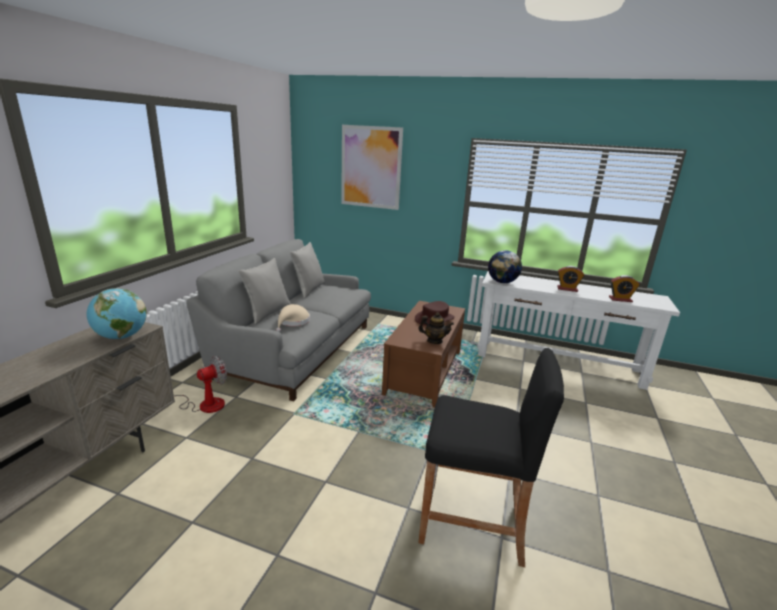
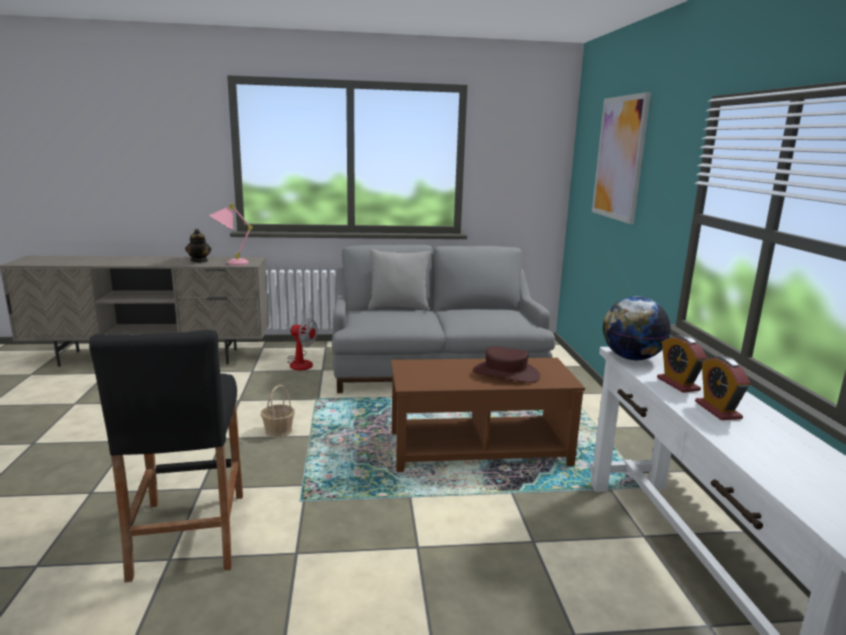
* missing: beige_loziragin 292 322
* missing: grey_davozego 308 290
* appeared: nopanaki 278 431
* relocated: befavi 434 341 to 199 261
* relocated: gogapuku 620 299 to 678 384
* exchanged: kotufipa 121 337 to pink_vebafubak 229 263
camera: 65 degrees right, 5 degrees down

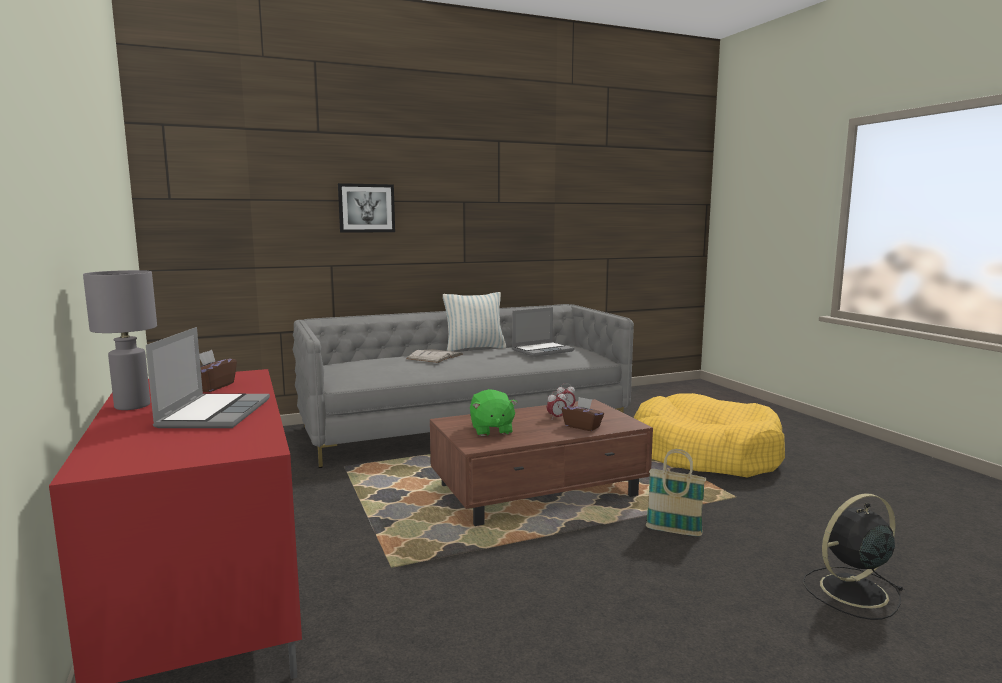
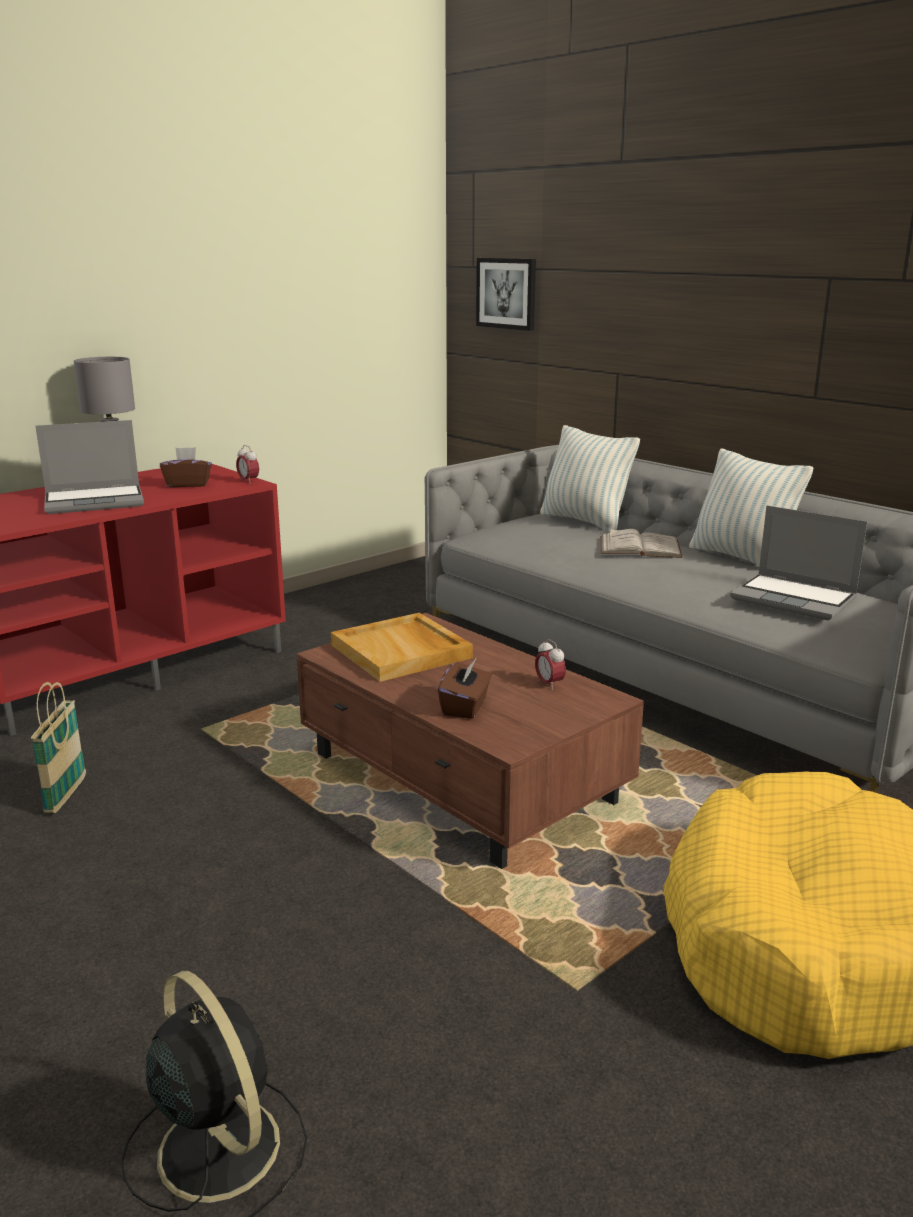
* appeared: davozego 585 521
* relocated: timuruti 366 208 to 507 293
* relocated: gogapuku 556 418 to 248 481
* relocated: nopanaki 673 531 to 66 795
* exchanged: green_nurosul 491 430 to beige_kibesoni 402 651
camera: 70 degrees right, 10 degrees up

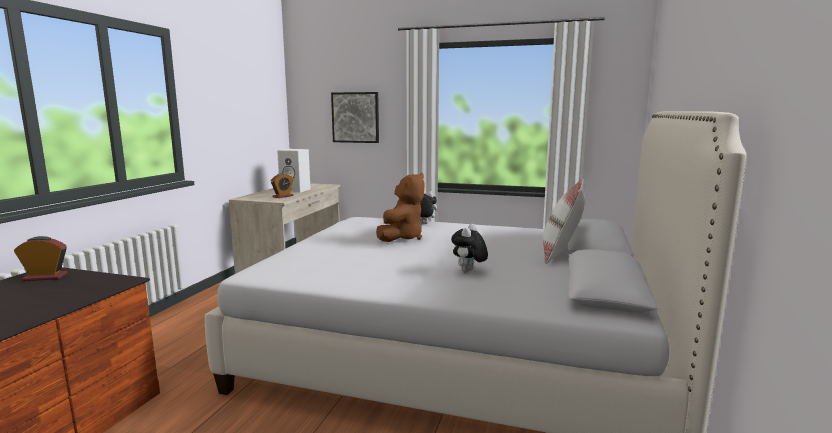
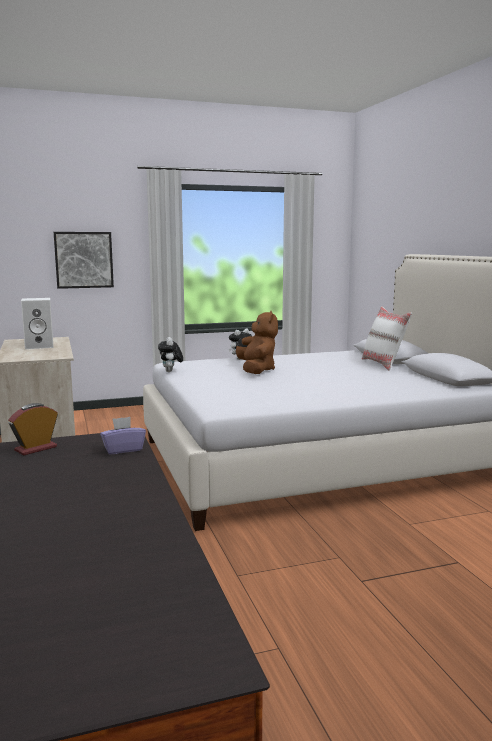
* missing: gogapuku 283 196
* appeared: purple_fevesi 123 449
* relocated: nurosul 468 272 to 171 371
camera: 35 degrees left, 0 degrees up

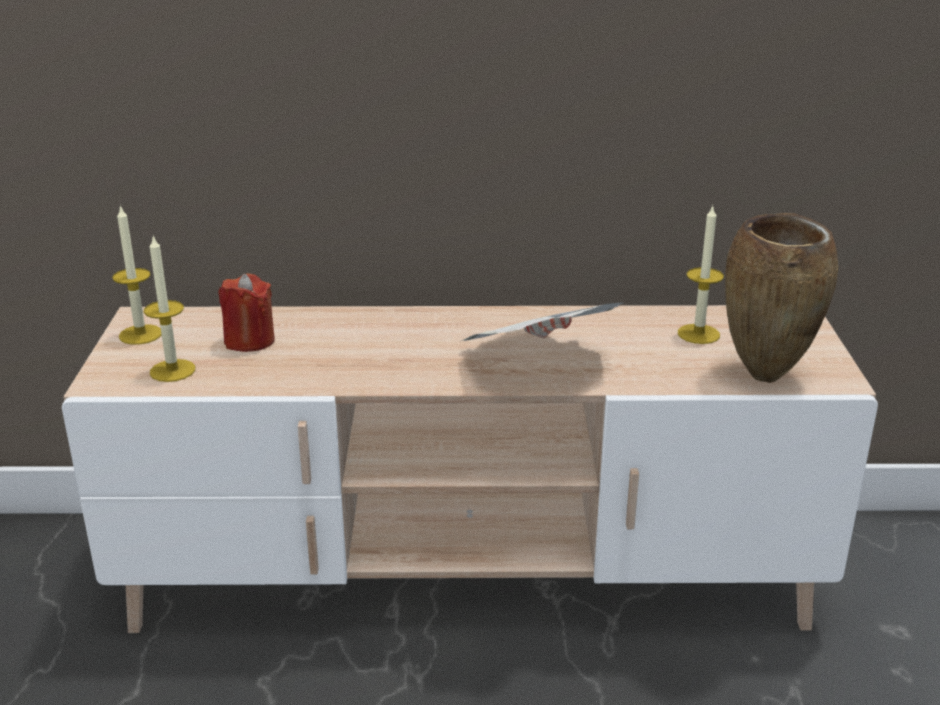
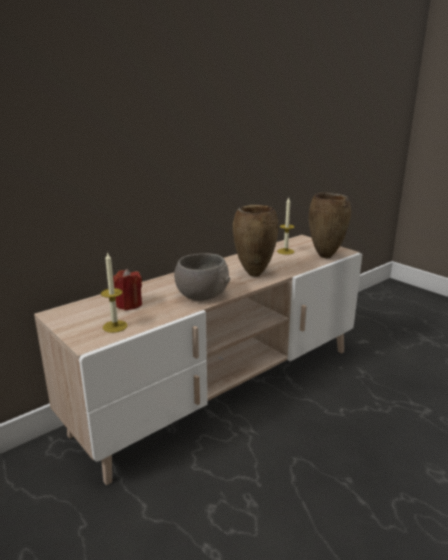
* missing: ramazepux 140 334
* appeared: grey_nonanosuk 202 294
* exchanged: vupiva 537 361 to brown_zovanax 253 274
camera: 40 degrees left, 5 degrees down

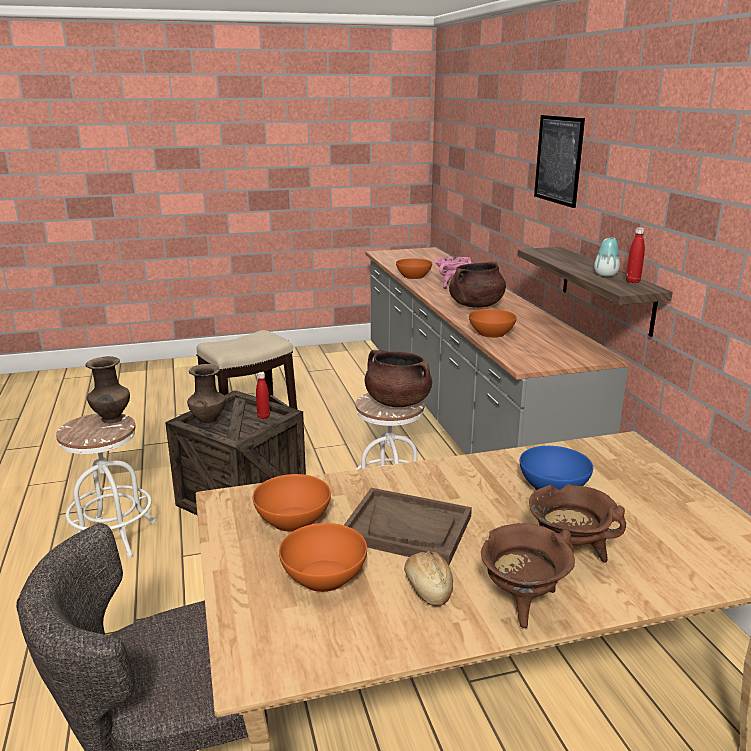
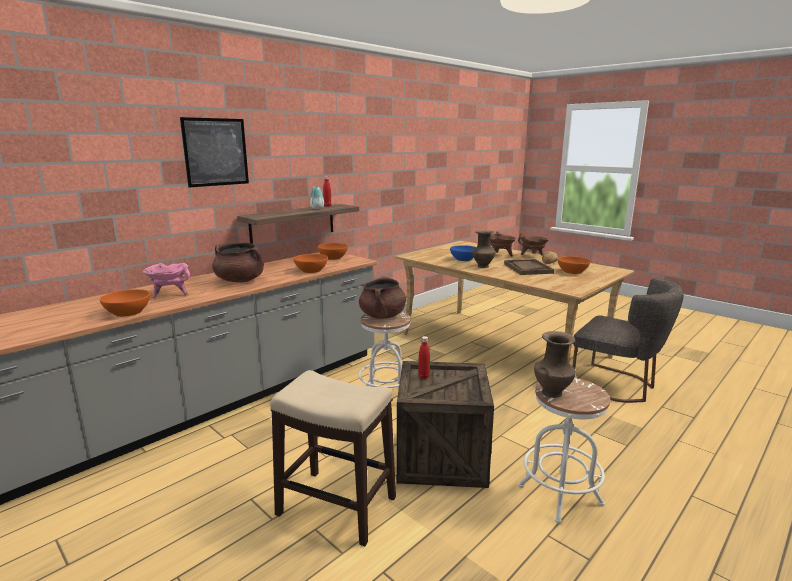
* relocated: brown_zovanax 208 422 to 482 266
* relocated: orange_nonanosuk 292 519 to 333 257
camera: 120 degrees left, 5 degrees down

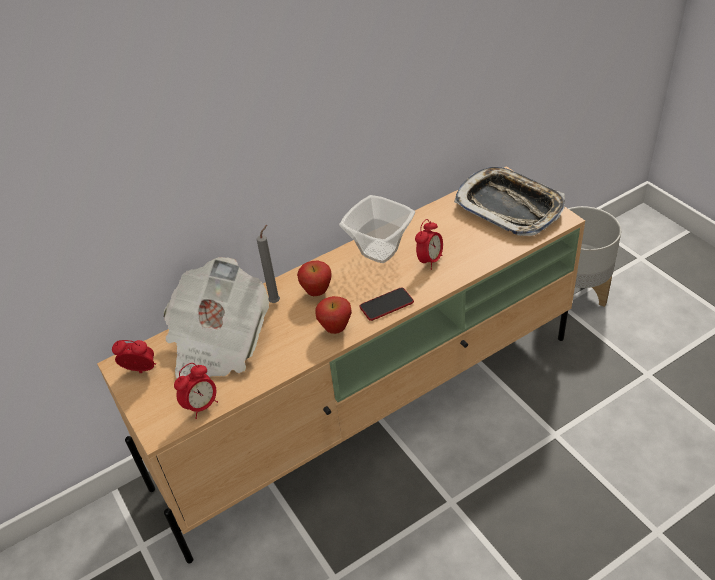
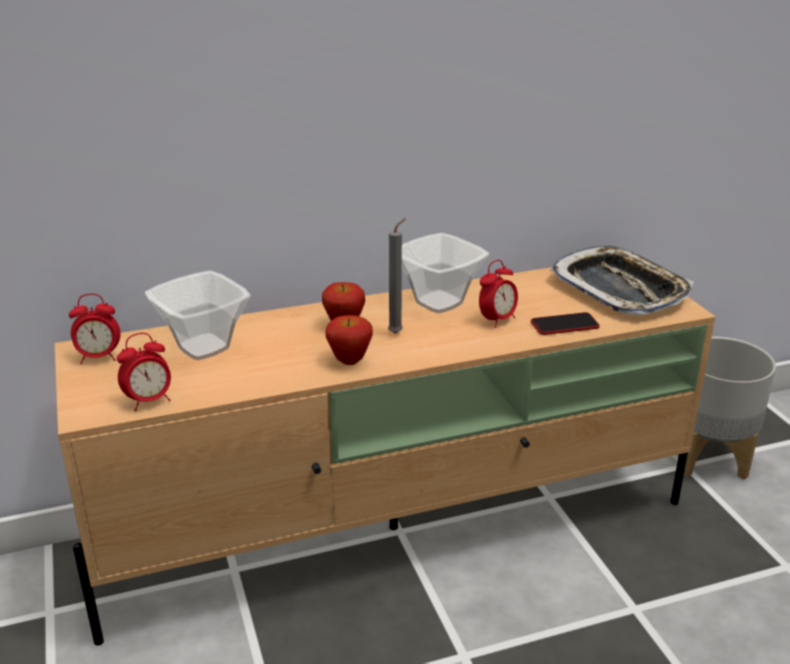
* relocated: grey_ramazepux 276 301 to 397 333
* relocated: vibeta 386 305 to 564 325
* exchanged: vupiva 218 342 to nonanosuk 202 349
* spun: gogapuku 141 371 = 99 358 150 degrees clockwise
camera: 10 degrees right, 15 degrees down

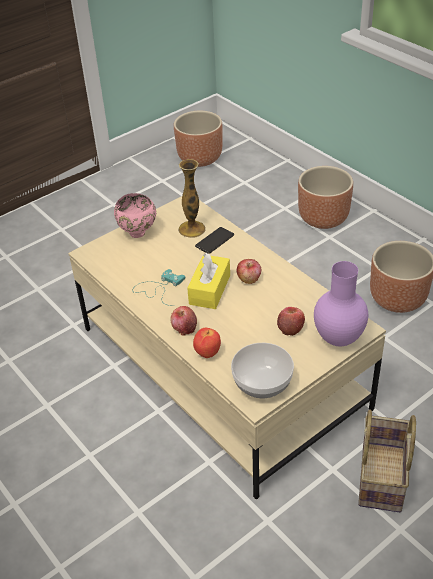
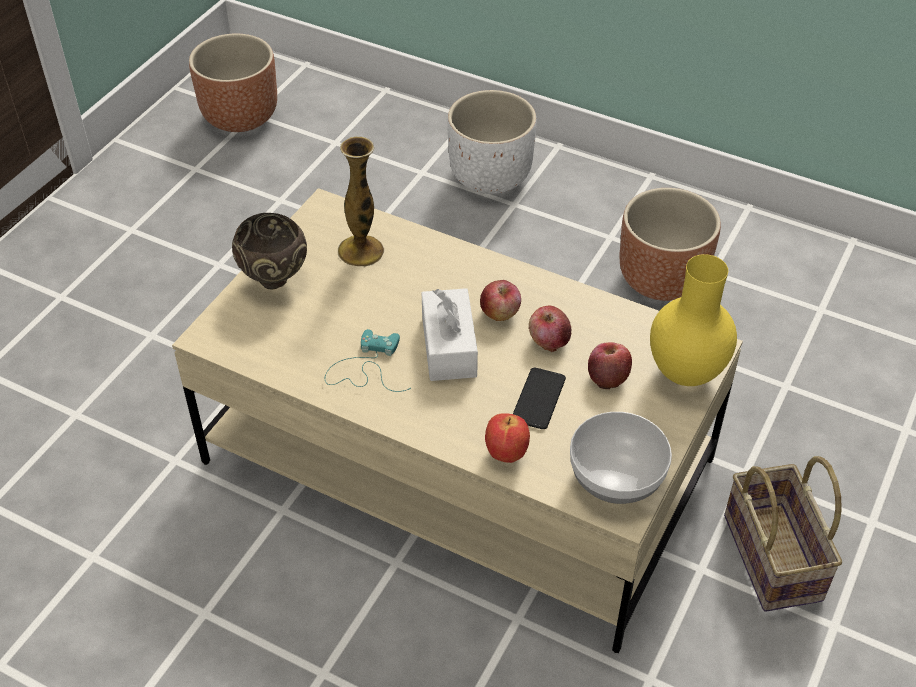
* relocated: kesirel 184 328 to 548 341
* relocated: vibeta 214 241 to 538 399
* colour: pink_nonanosuk 138 233 to brown_nonanosuk 275 280
* colour: yellow_fevesi 210 289 to white_fevesi 449 347
* colour: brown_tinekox 323 219 to white_tinekox 491 176
* colour: purple_zovanax 337 339 to yellow_zovanax 684 374
camera: 25 degrees left, 5 degrees up

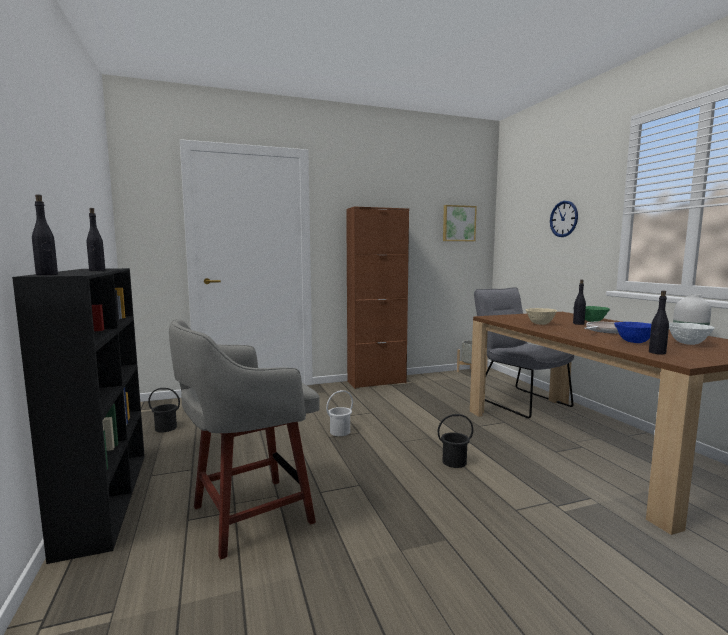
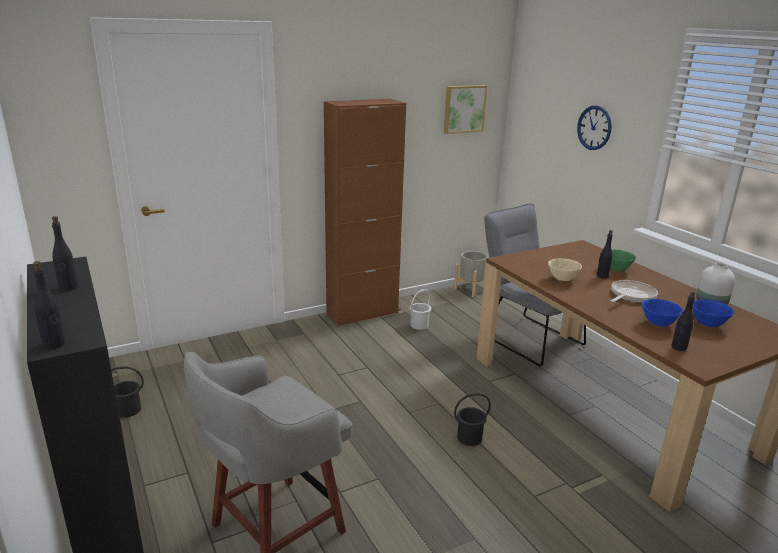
* relocated: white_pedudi 339 432 to 419 325
* colour: white_nonanosuk 688 344 to blue_nonanosuk 708 324
camera: 10 degrees left, 15 degrees up

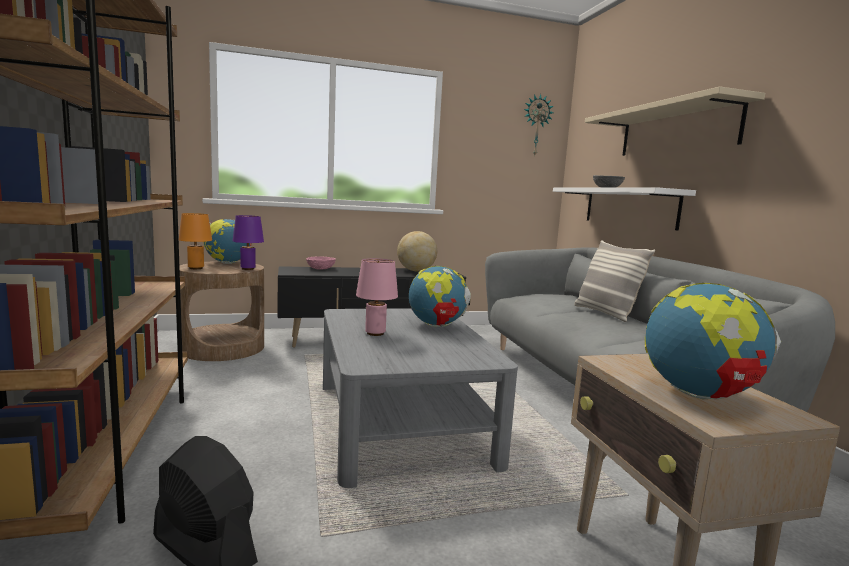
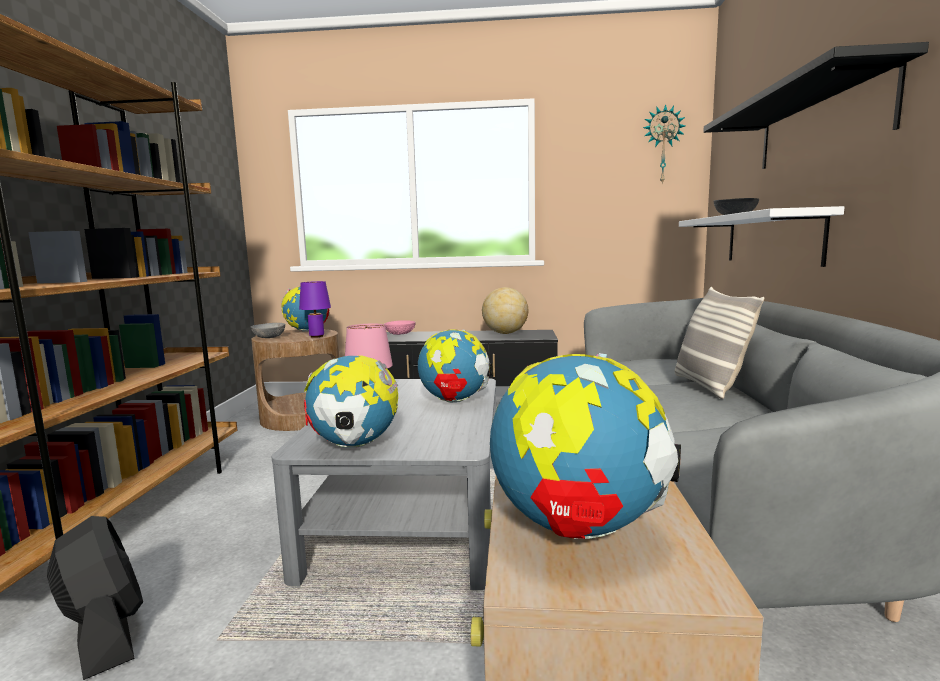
* appeared: kotufipa 354 445
* exchanged: orange_vebafubak 196 268 to grey_nonanosuk 269 337
* colour: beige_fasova 676 130 to black_fasova 819 123
camera: 20 degrees right, 0 degrees up

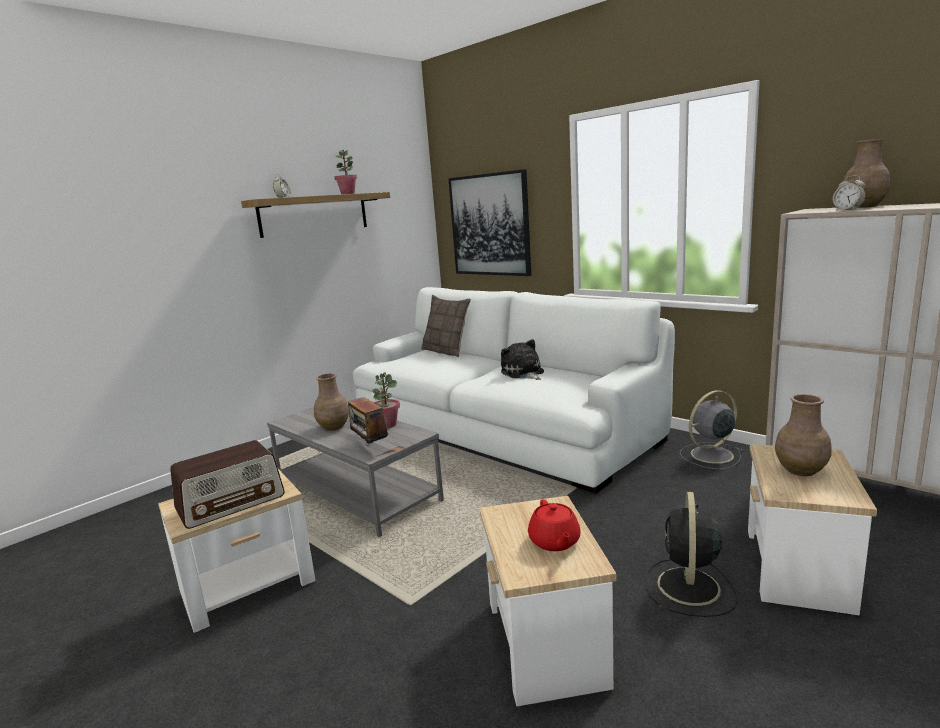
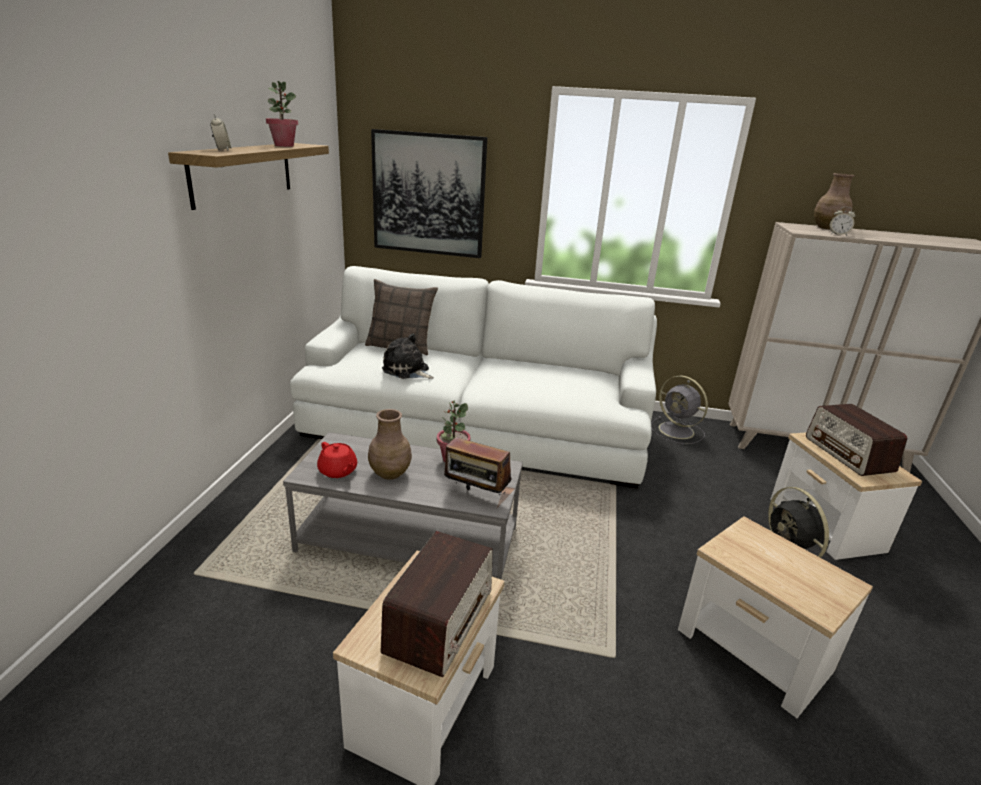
* relocated: nurosul 523 373 to 407 371
* relocated: red_befavi 554 542 to 338 471
* exchanged: brown_zovanax 801 470 to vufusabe 848 454
* spun: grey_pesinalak 710 455 = 677 431 75 degrees counterclockwise
camera: 35 degrees left, 10 degrees up

